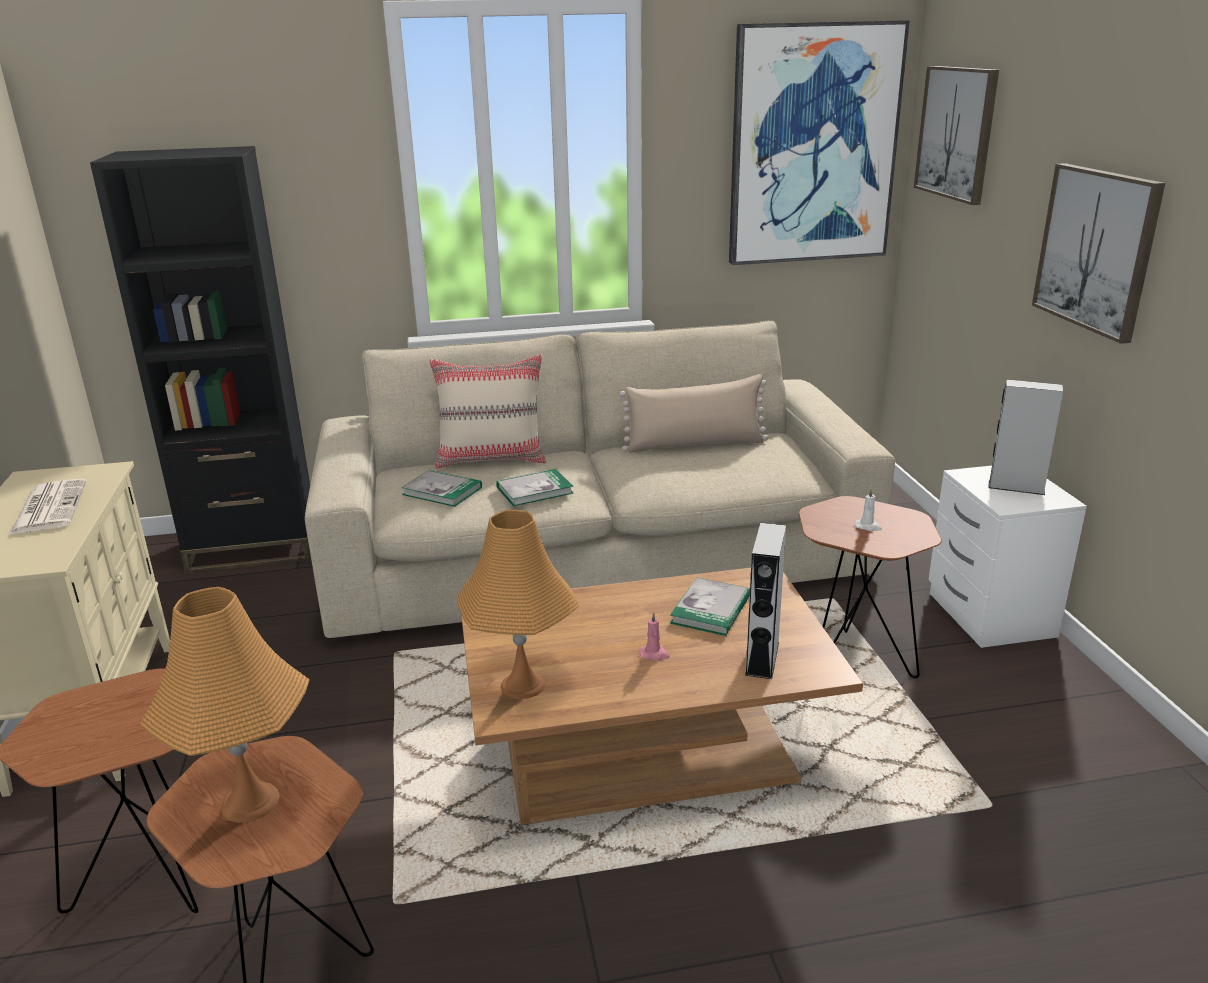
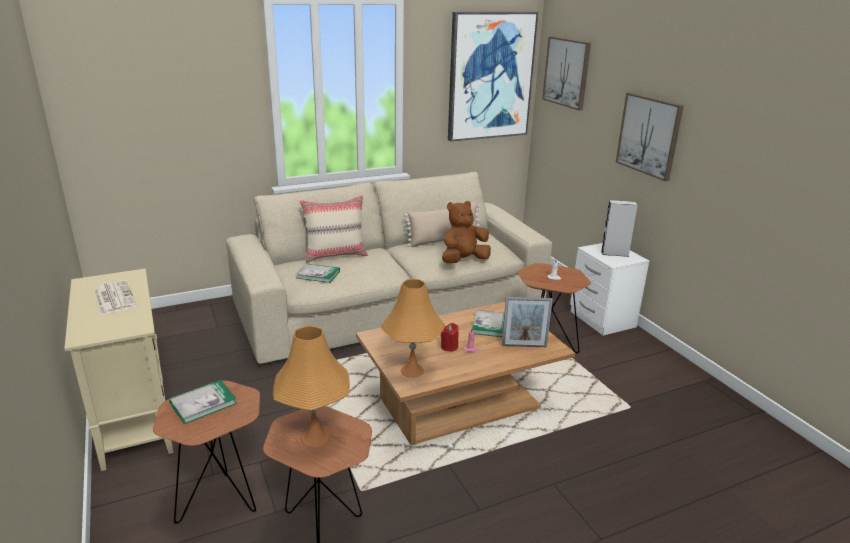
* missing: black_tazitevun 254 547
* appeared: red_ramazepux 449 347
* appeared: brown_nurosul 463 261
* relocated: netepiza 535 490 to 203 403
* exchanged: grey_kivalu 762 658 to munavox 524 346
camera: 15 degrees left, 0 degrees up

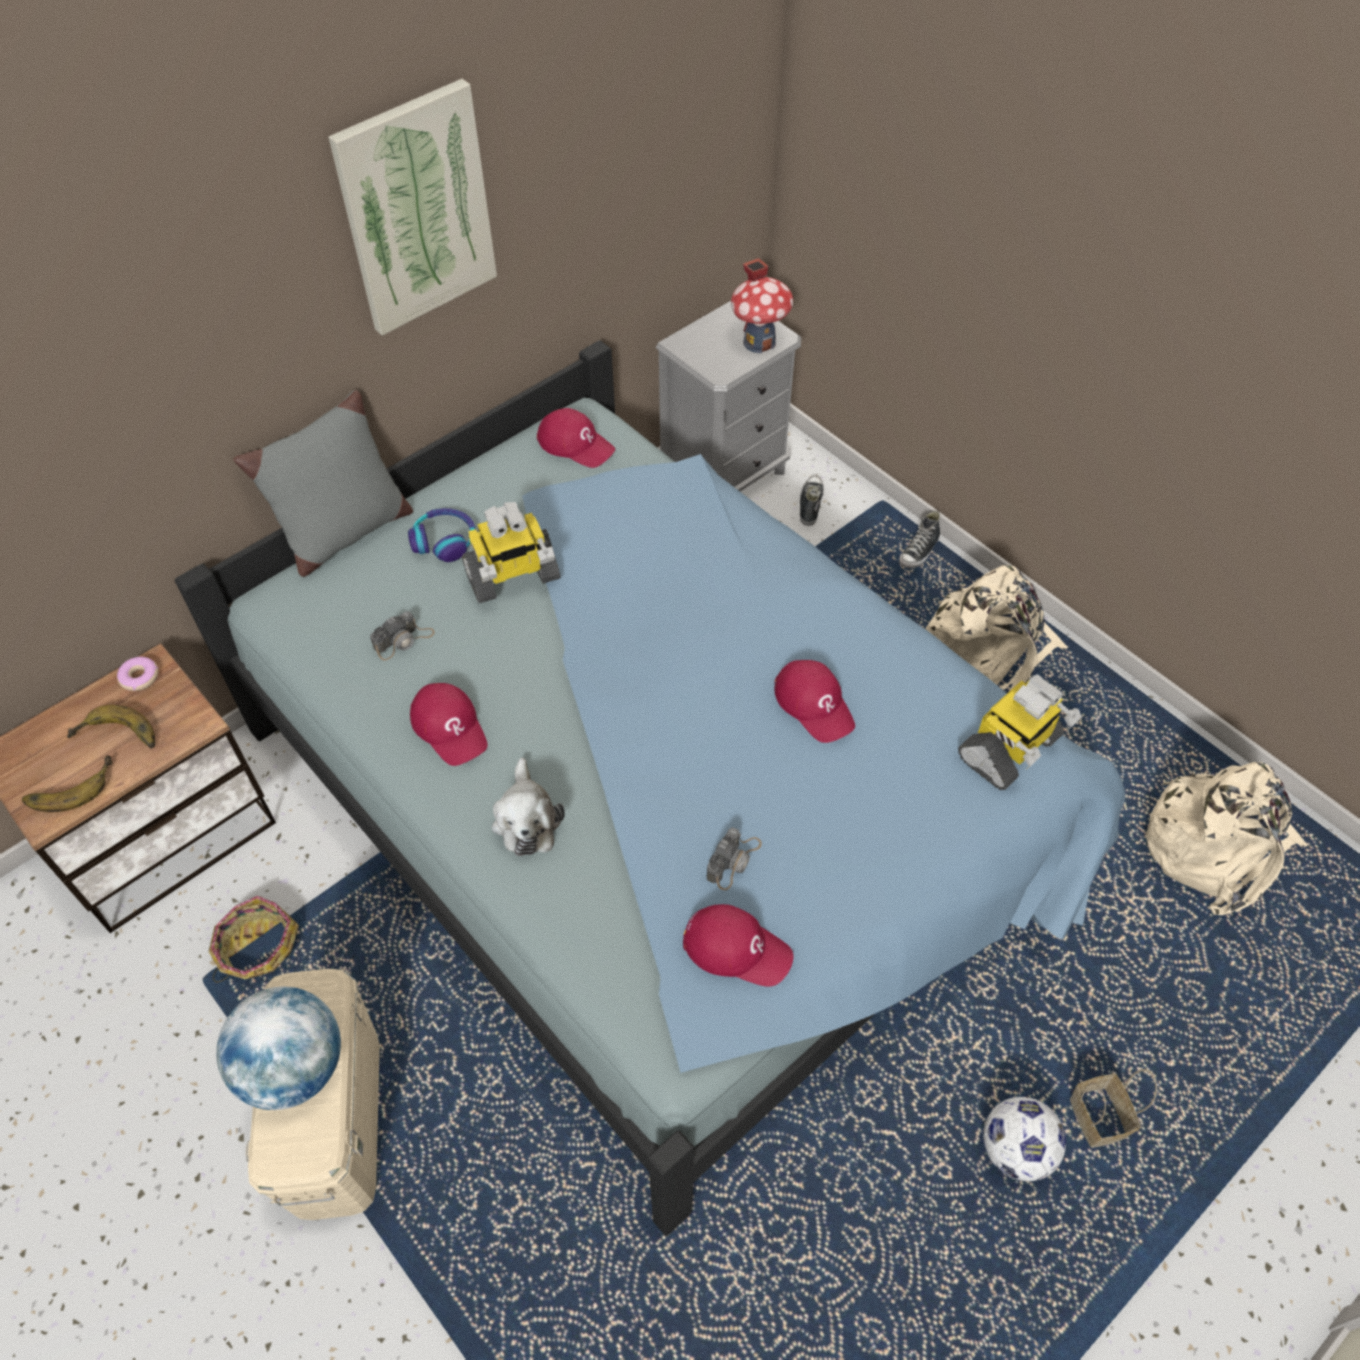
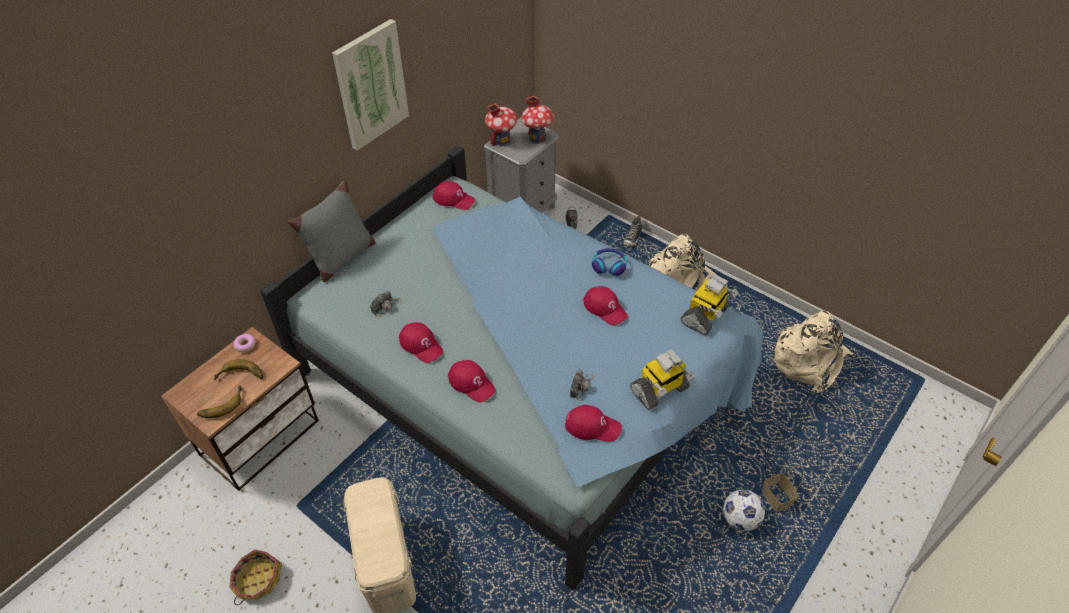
* missing: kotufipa 294 1067
* appeared: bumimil 502 140
* relocated: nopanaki 256 947 to 257 580
* relocated: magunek 444 540 to 609 265
* relocated: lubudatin 512 577 to 659 390
* exchanged: nurosul 527 819 to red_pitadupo 472 383
camera: 10 degrees left, 5 degrees down

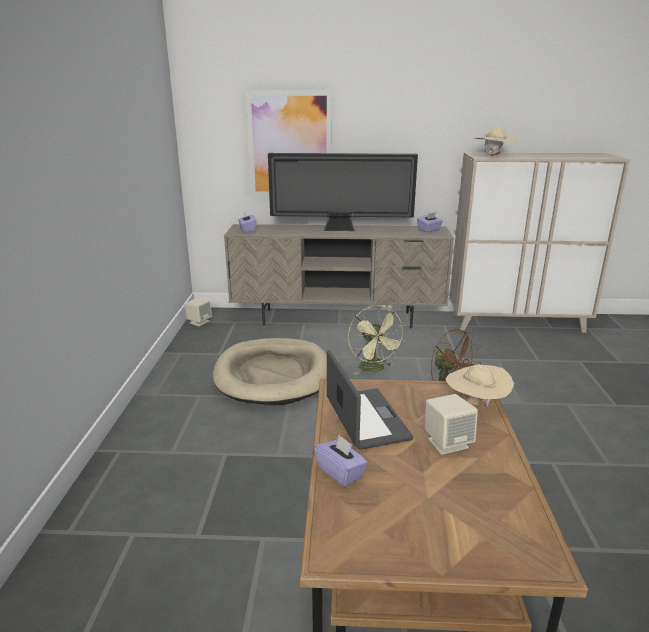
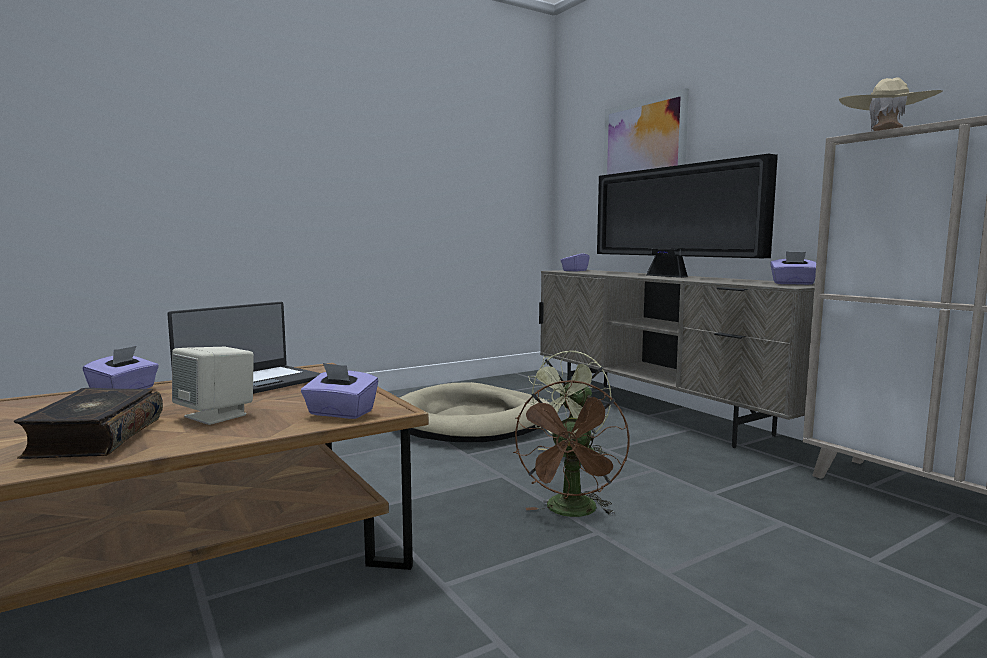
* missing: beige_kivalu 199 322
* appeared: netepiza 95 438
* exchanged: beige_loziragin 476 404 to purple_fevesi 340 413
camera: 55 degrees right, 15 degrees down

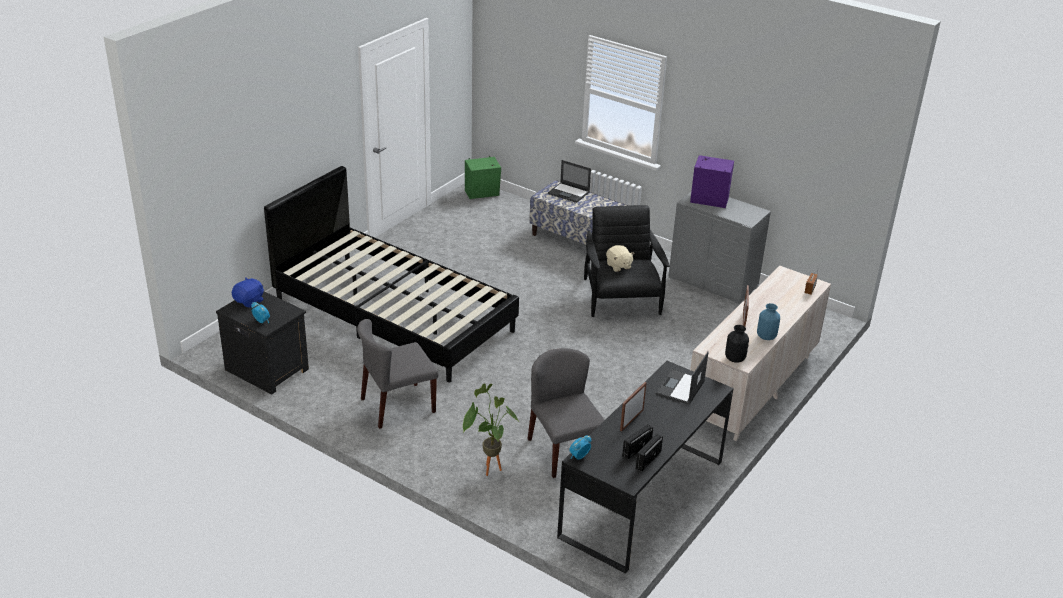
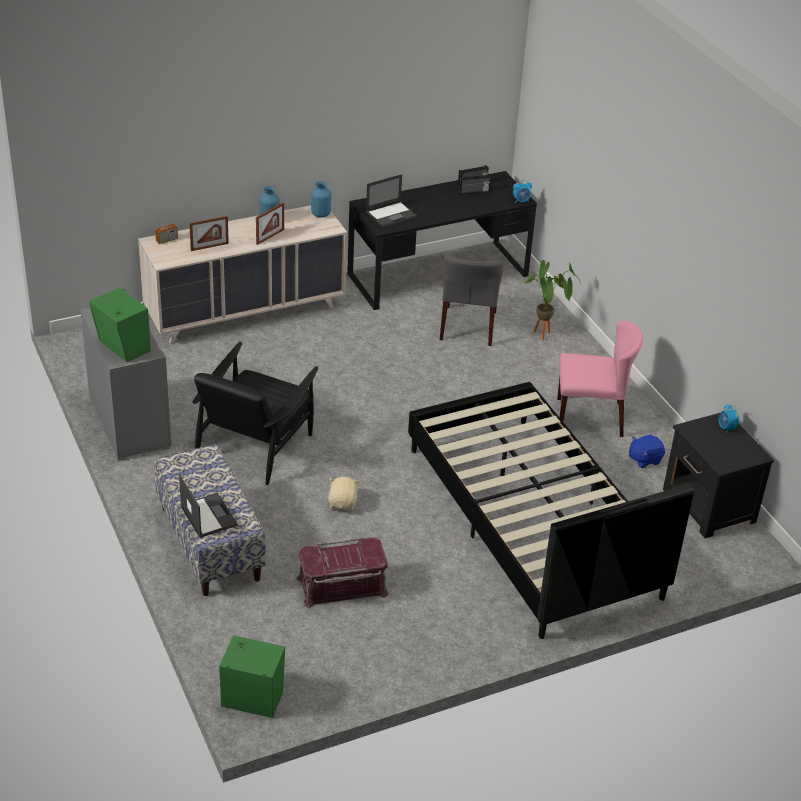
* appeared: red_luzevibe 342 587
* relocated: blue_nurosul 249 301 to 644 459
* relocated: beige_nurosul 618 266 to 343 503
* relocated: munavox 631 420 to 209 247
* colour: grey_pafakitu 397 406 to pink_pafakitu 590 417
* colour: purple_kivalu 709 199 to green_kivalu 123 347
* colour: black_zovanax 735 359 to blue_zovanax 320 214
camera: 150 degrees left, 5 degrees up

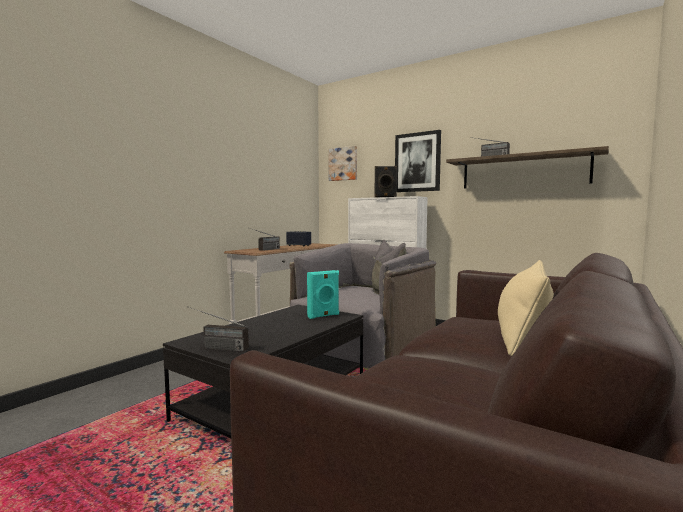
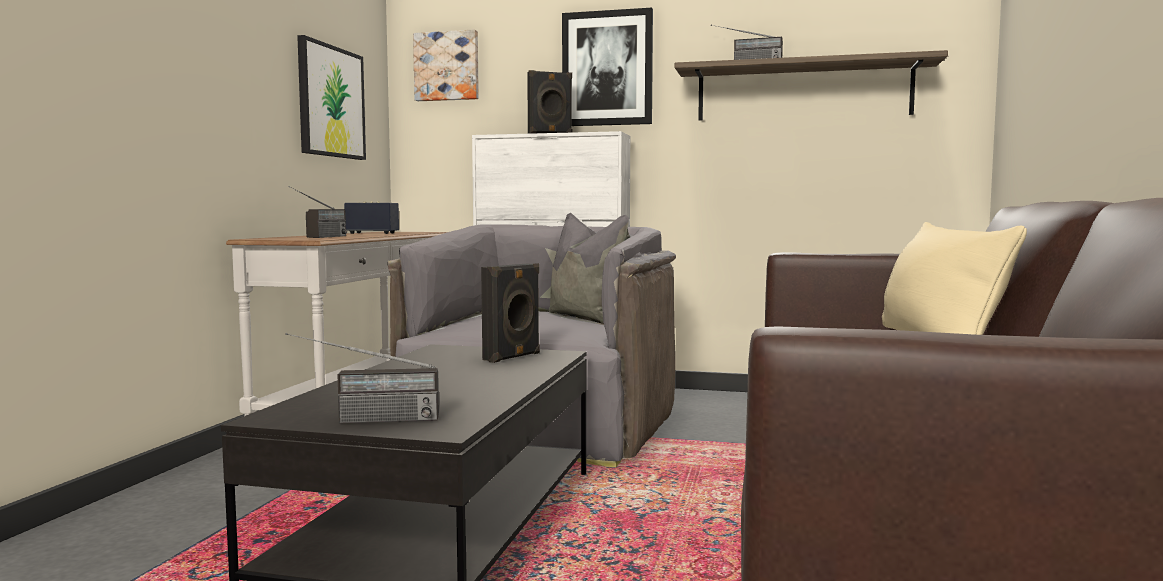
* appeared: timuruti 331 102
* colour: turquoise_kivalu 323 316 to black_kivalu 513 357
camera: 20 degrees left, 0 degrees up

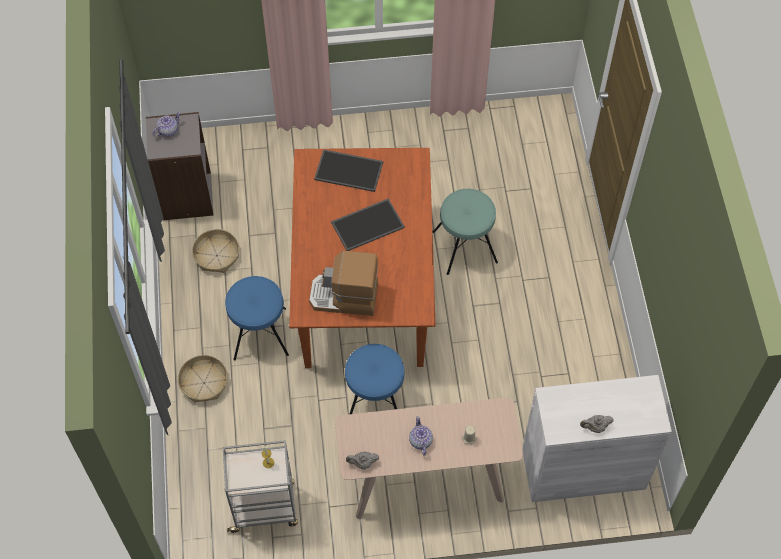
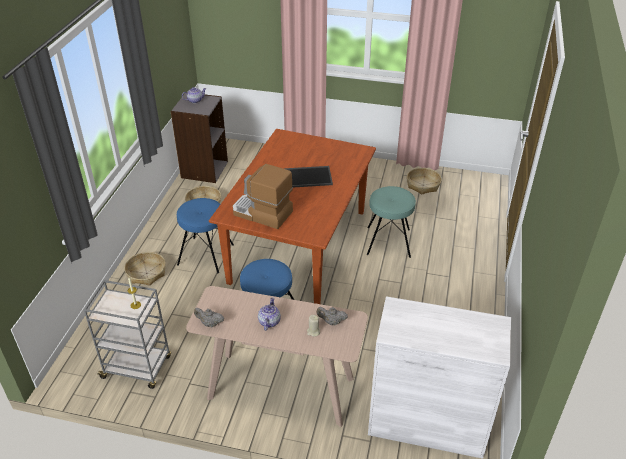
* missing: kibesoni 349 170
* appeared: nopanaki 423 185
* relocated: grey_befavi 595 427 to 331 322
camera: 20 degrees right, 20 degrees down

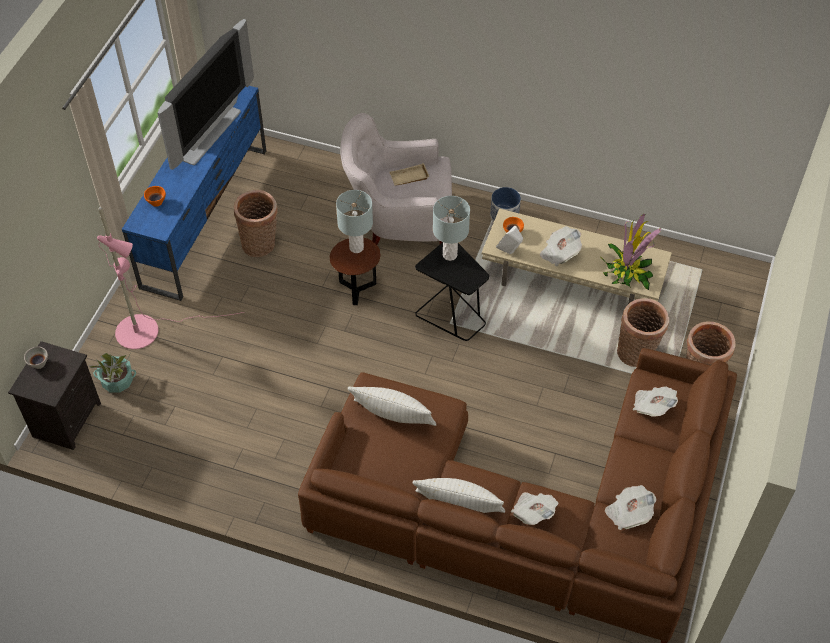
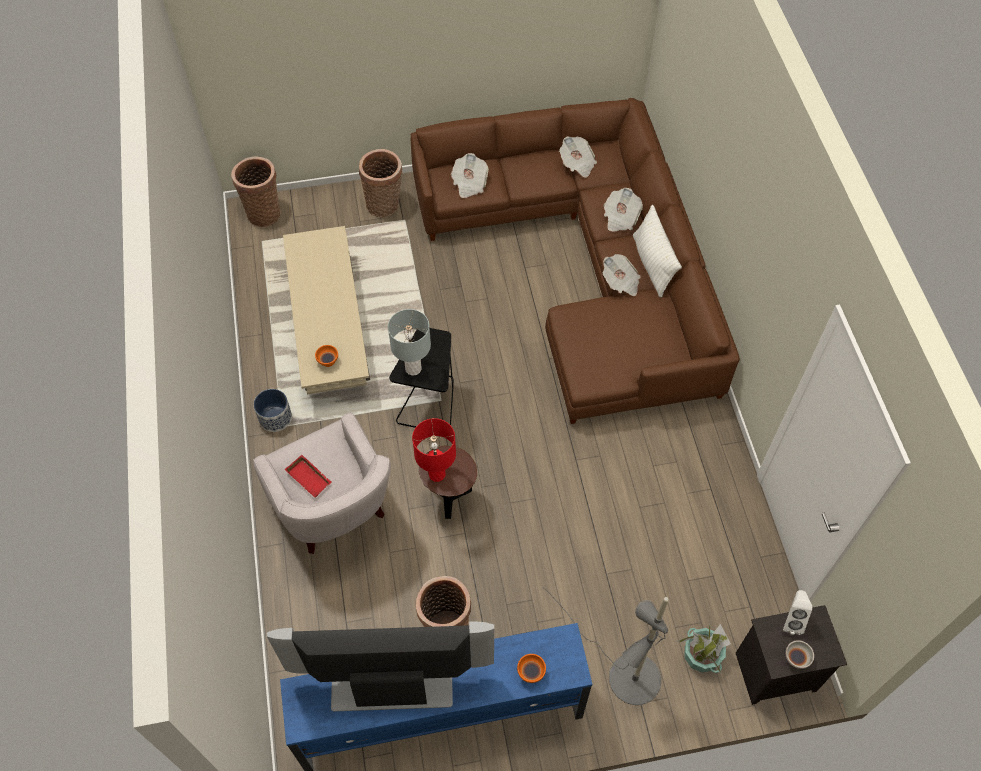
* missing: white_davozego 392 417
* missing: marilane 627 272
* relocated: white_kivalu 509 252 to 791 620
* relocated: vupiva 559 253 to 620 282
* relocated: nopanaki 637 353 to 263 212
* colour: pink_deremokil 147 329 to grey_deremokil 625 670
* colour: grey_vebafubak 356 248 to red_vebafubak 437 474
* colour: beige_kibesoni 409 178 to red_kibesoni 310 478
camera: 120 degrees left, 5 degrees up

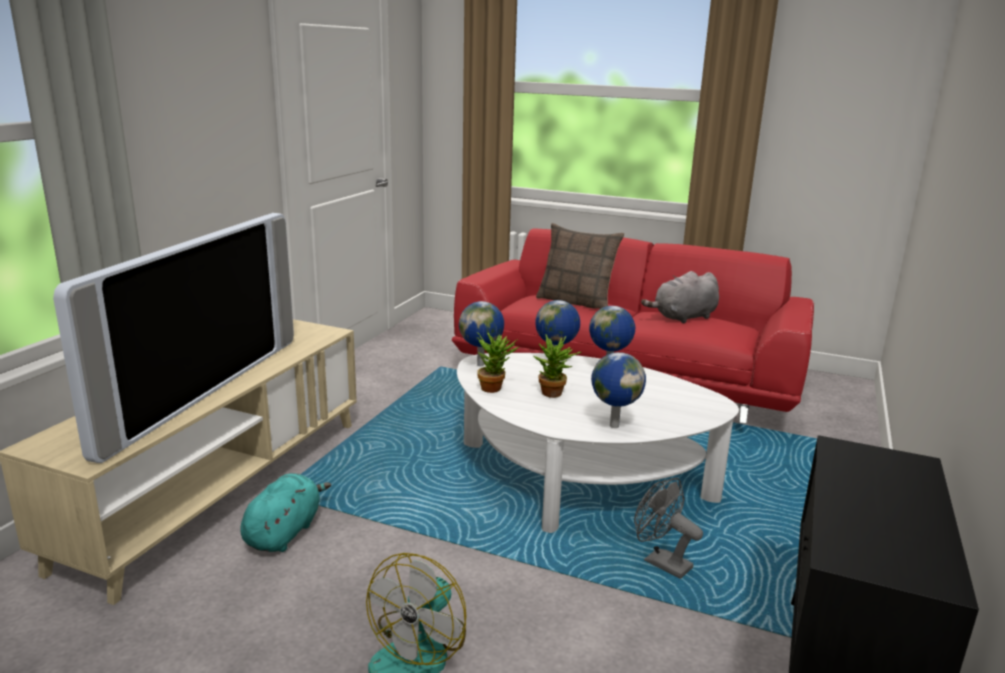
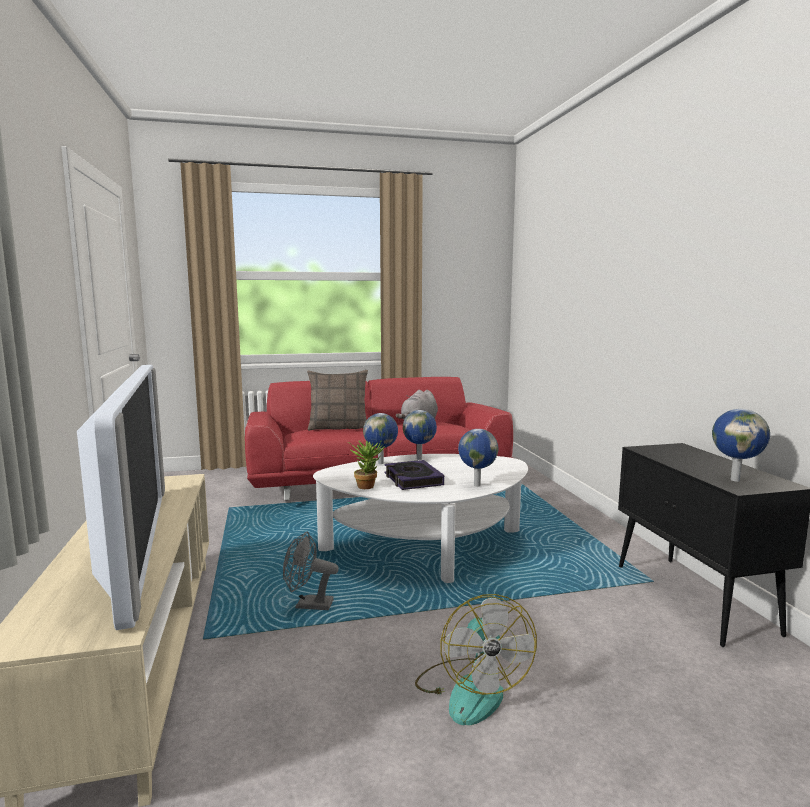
* missing: turquoise_nurosul 284 532
* relocated: kotufipa 481 364 to 735 480
* relocated: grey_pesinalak 660 562 to 308 605
* exchanged: marilane 554 395 to netepiza 413 479
camera: 35 degrees left, 10 degrees down

